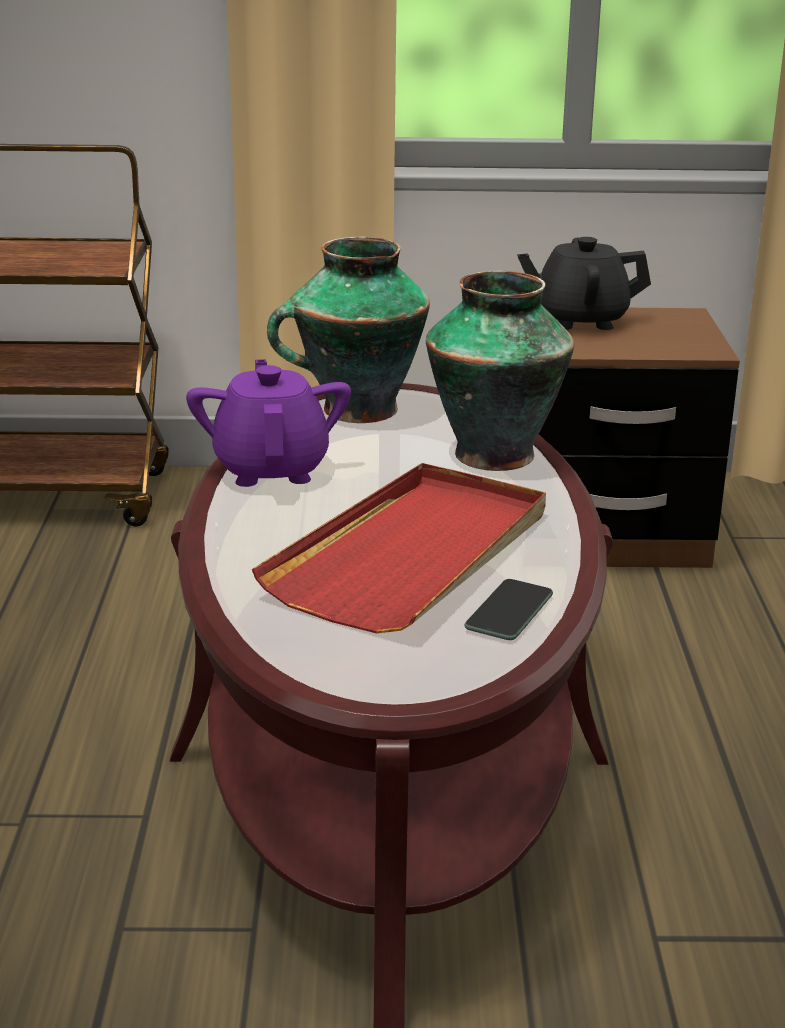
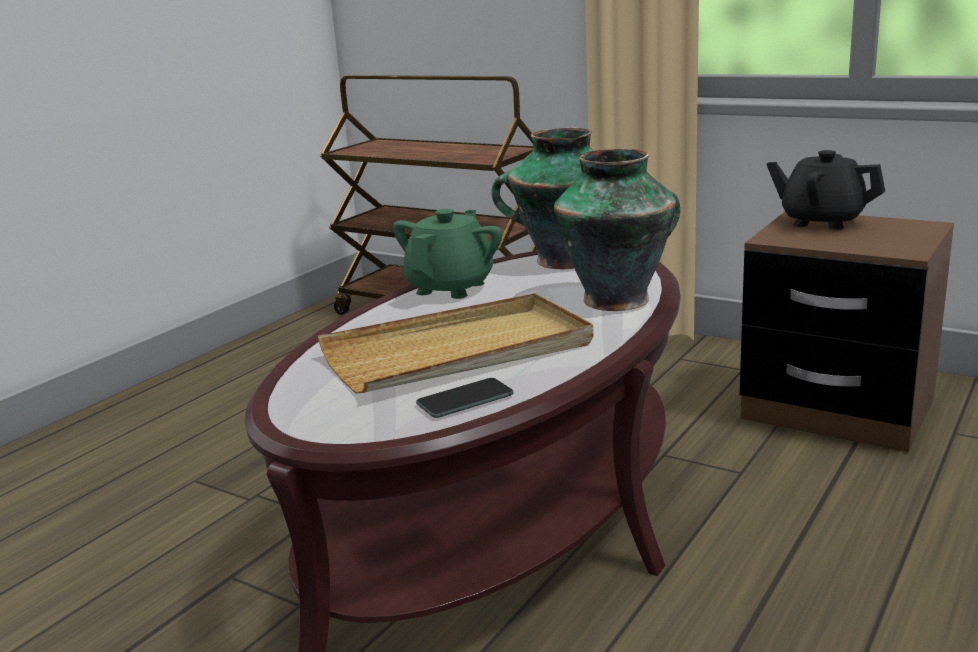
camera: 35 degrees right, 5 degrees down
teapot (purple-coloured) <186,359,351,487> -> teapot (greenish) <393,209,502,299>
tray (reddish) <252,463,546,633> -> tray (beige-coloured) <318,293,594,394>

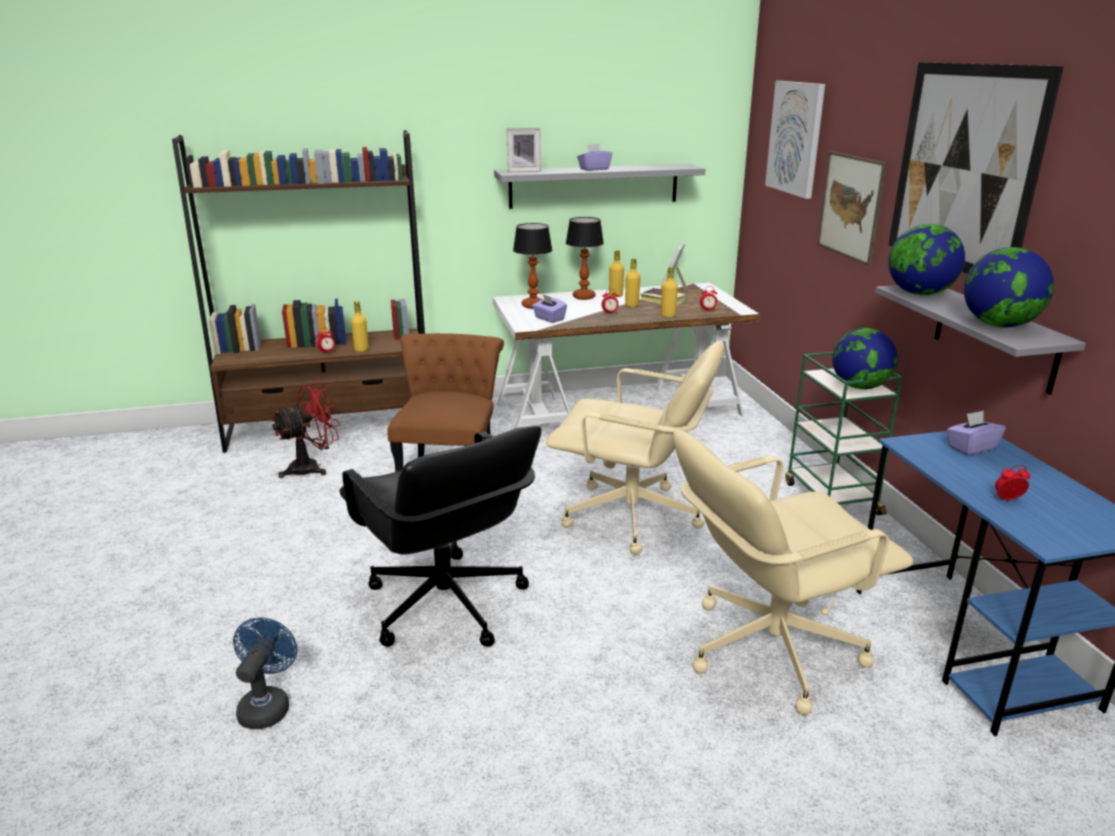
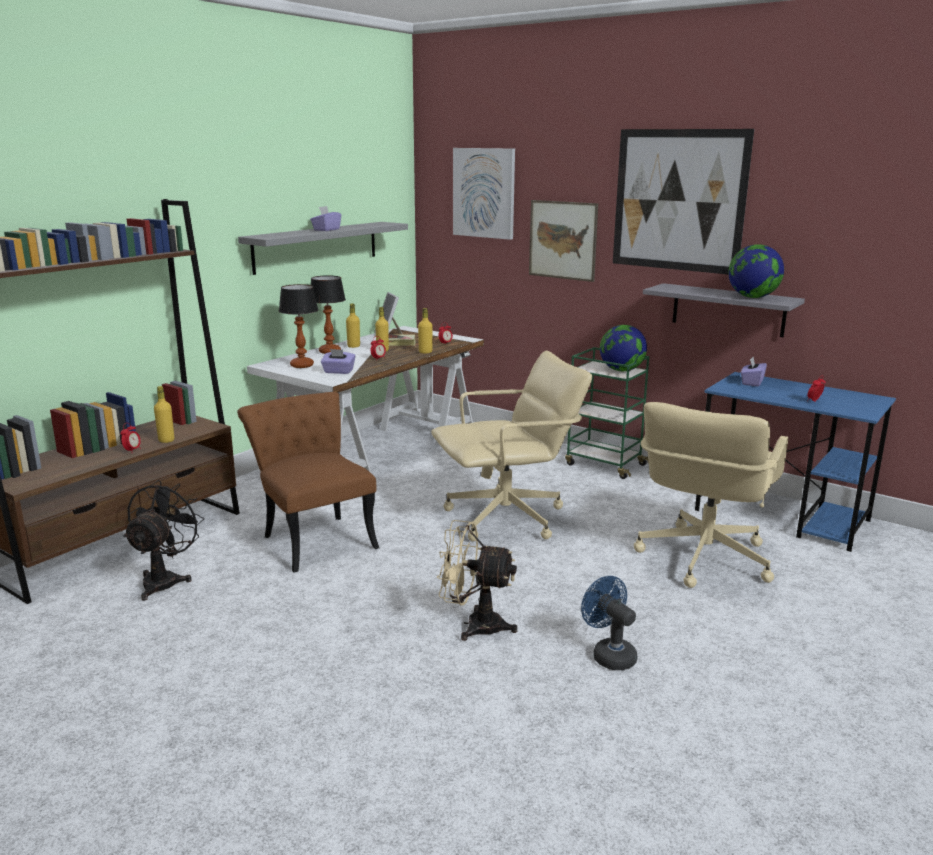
camera: 40 degrees left, 5 degrees down
photo frame <506,128,541,172> -> none
globe <888,224,965,295> -> none
electric fan (reddish) <271,382,340,478> -> electric fan (black-coloured) <123,480,204,601>
desk chair (black-coloured) <339,425,541,647> -> electric fan (beige-coloured) <437,520,517,641>
electric fan (blue-coloured) <233,618,297,729> -> electric fan (blue-coloured) <581,576,637,670>, shifted

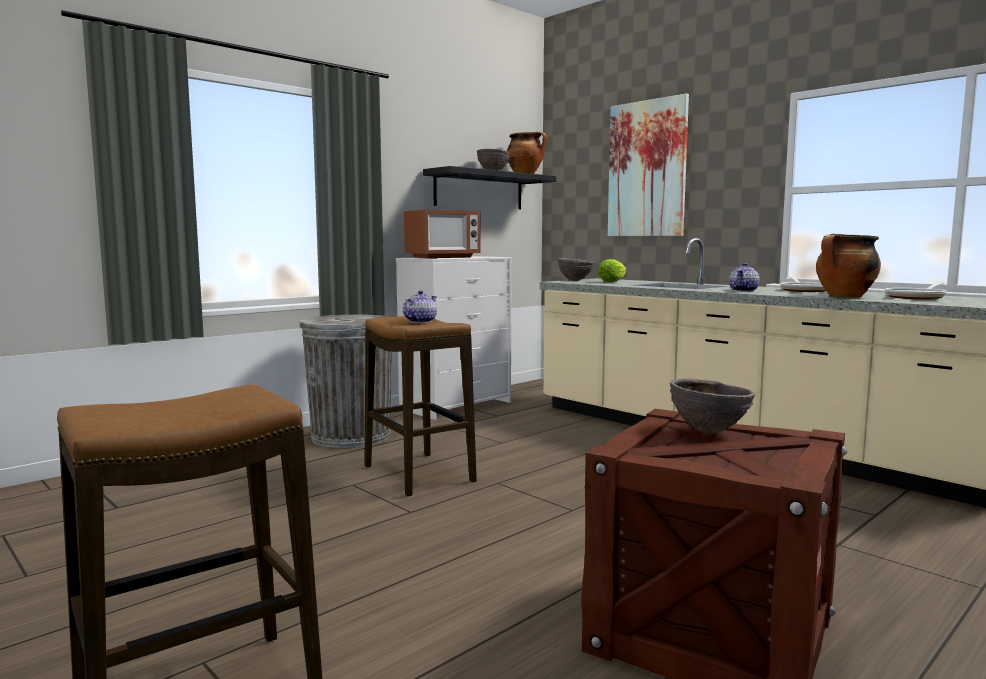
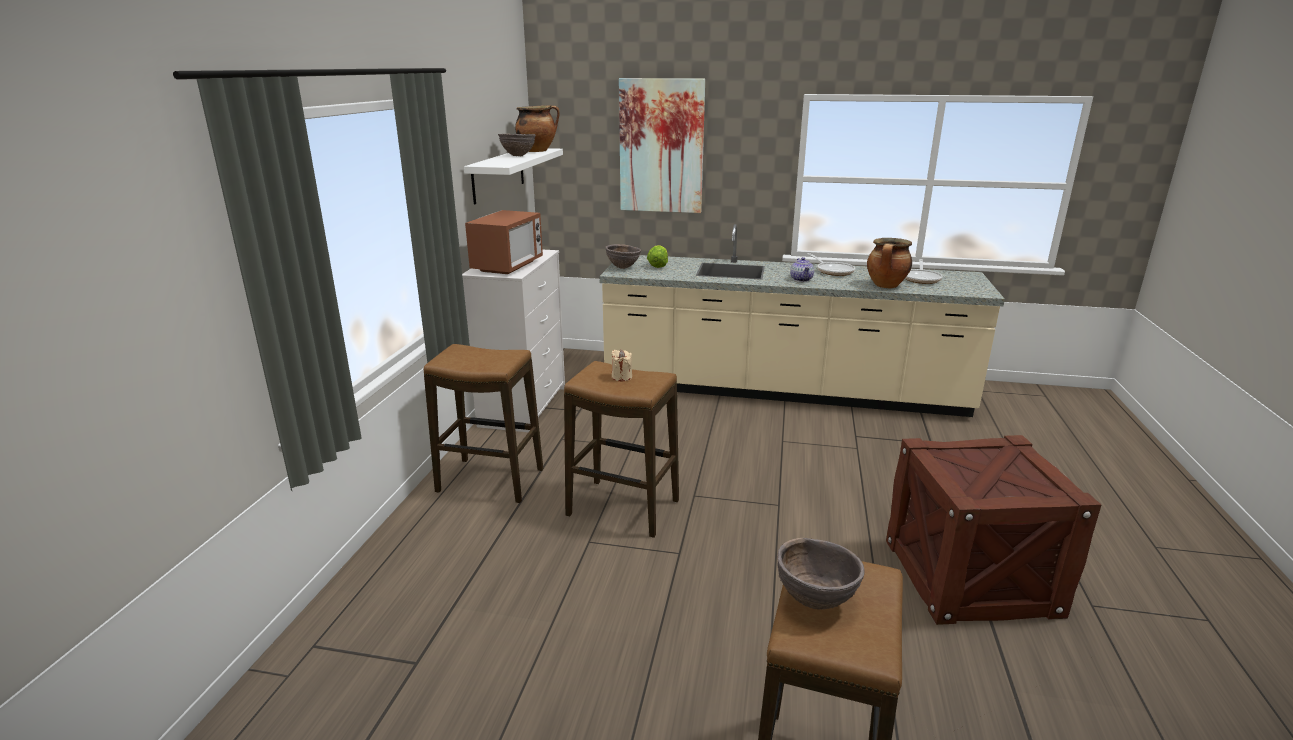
camera: 35 degrees left, 15 degrees up
bracket shelf (black-coloured) <423,166,556,209> -> bracket shelf (whitish) <464,148,563,204>
teapot <403,290,437,323> -> wax candle (beige-coloured) <611,350,632,381>
waste bin (gray) <299,314,393,448> -> stool seat <424,344,543,503>
deep dish (brown-coloured) <670,378,755,434> -> deep dish (brown-coloured) <777,538,865,610>, shifted

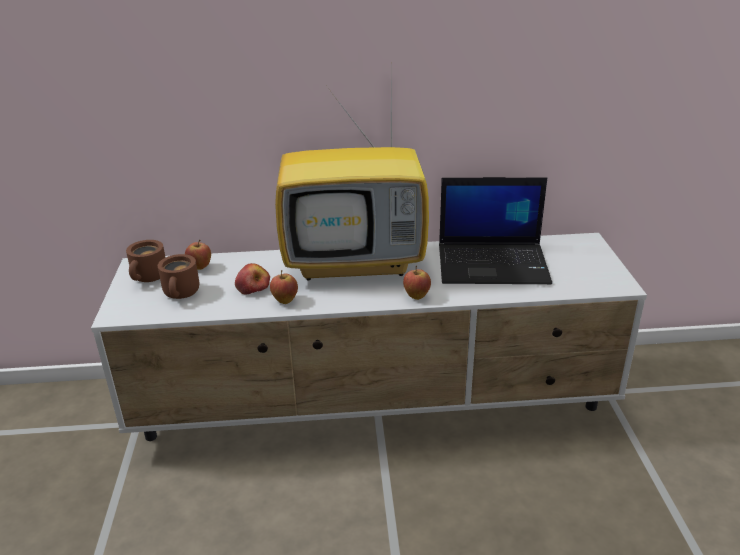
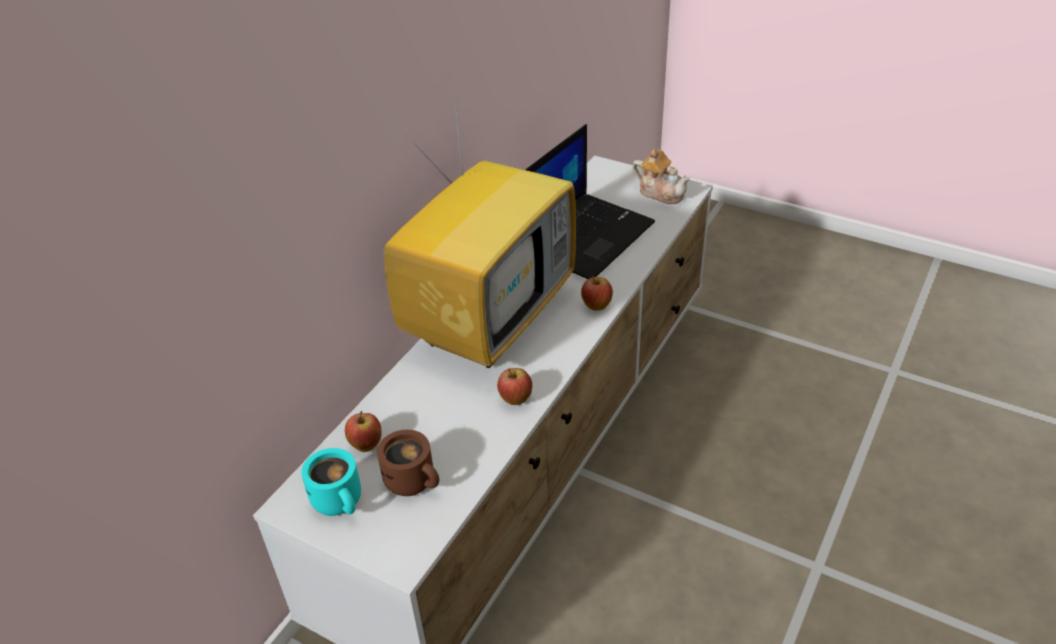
camera: 55 degrees left, 10 degrees up
coffee mug (brown-coloured) <126,240,166,282> -> coffee mug (turquoise) <301,448,361,516>
whole apple <235,263,270,295> -> none
none -> teapot <632,149,690,204>

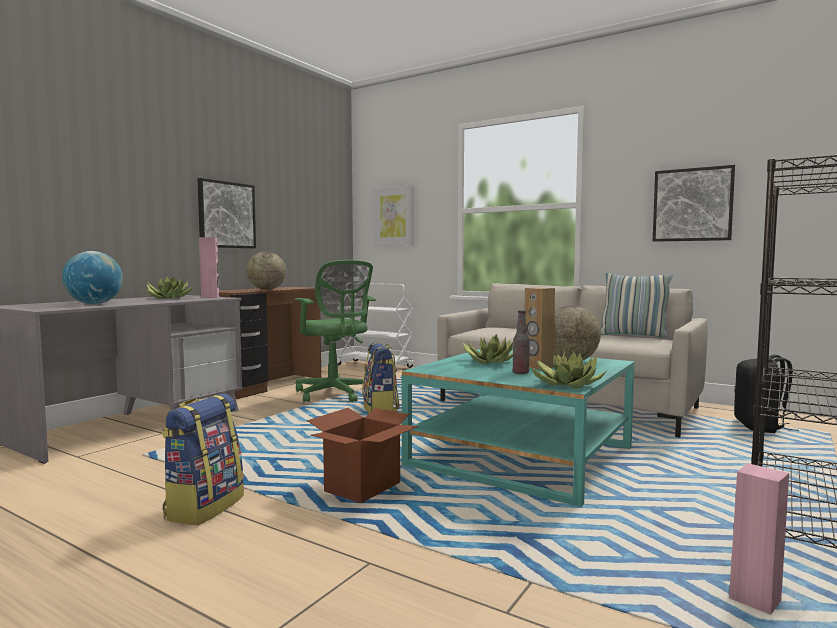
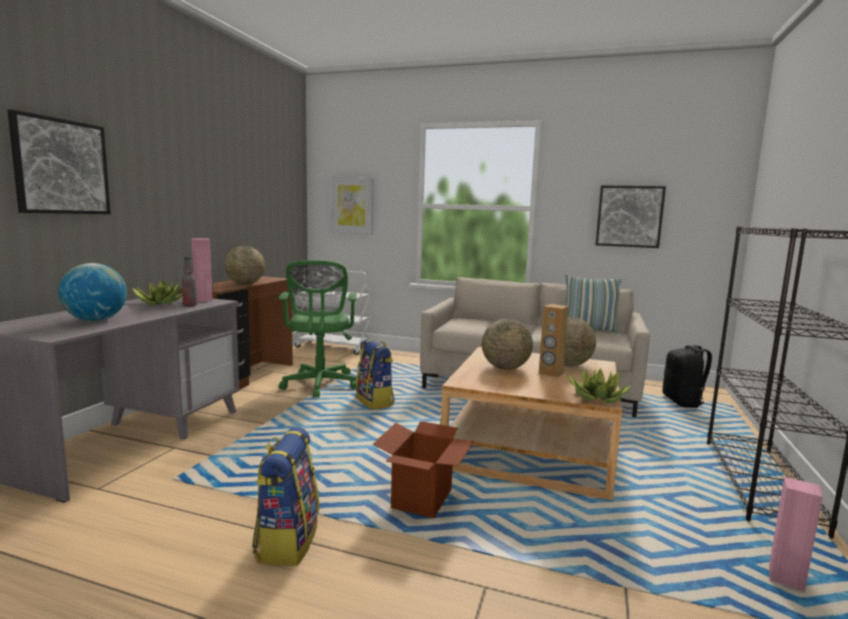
camera: 15 degrees left, 5 degrees up
picture <198,178,256,248> -> picture <8,109,111,214>, shifted
desk chair (greenish) <295,260,376,403> -> desk chair (greenish) <279,260,357,398>, 45 degrees clockwise
bottle <513,310,530,374> -> bottle <182,257,197,307>, shifted
houseplant <462,334,513,364> -> globe <482,319,533,370>
lounge table (turquoise) <402,349,634,507> -> lounge table (beige-coloured) <441,347,622,500>

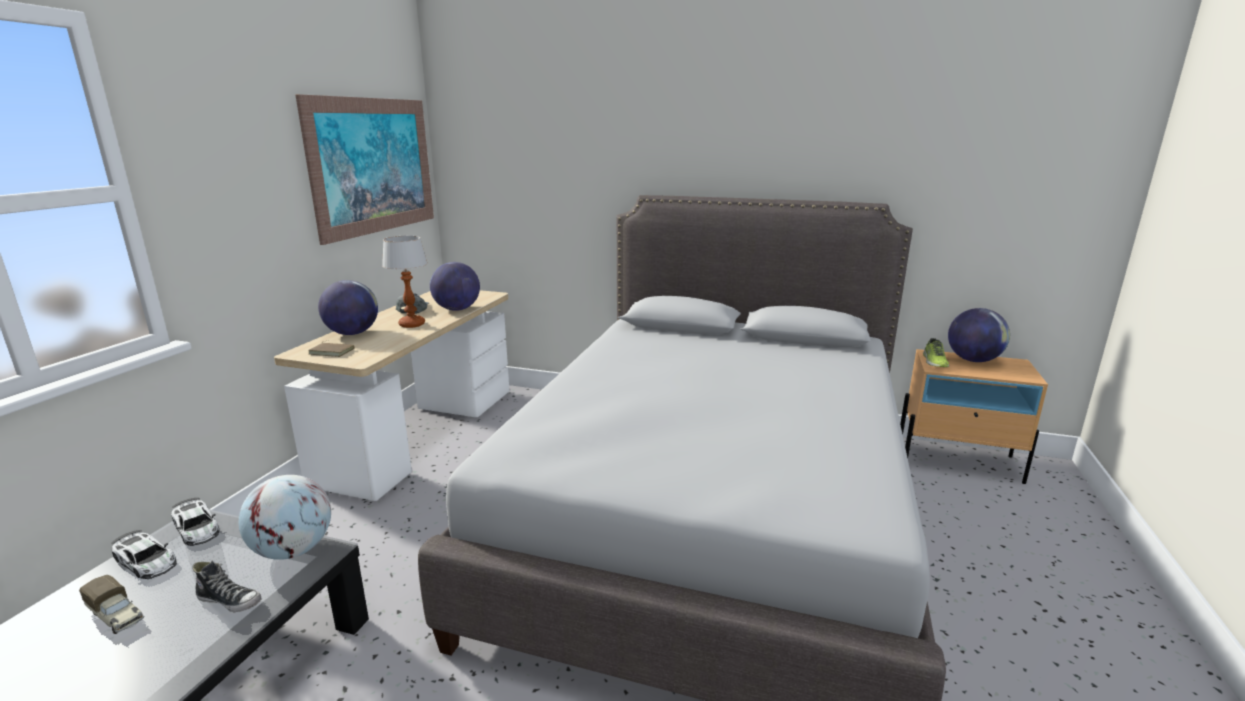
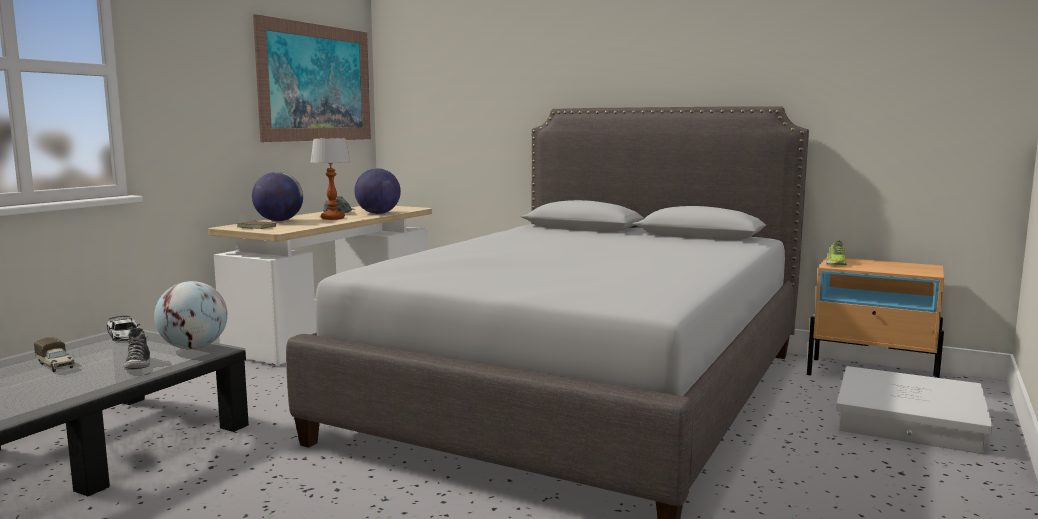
camera: 10 degrees right, 10 degrees down
globe <948,308,1010,362> -> none
miniature car <112,530,177,579> -> none
low shoe <192,561,262,613> -> low shoe <124,328,150,370>, 45 degrees clockwise
none -> storage container (whitish) <836,366,993,454>

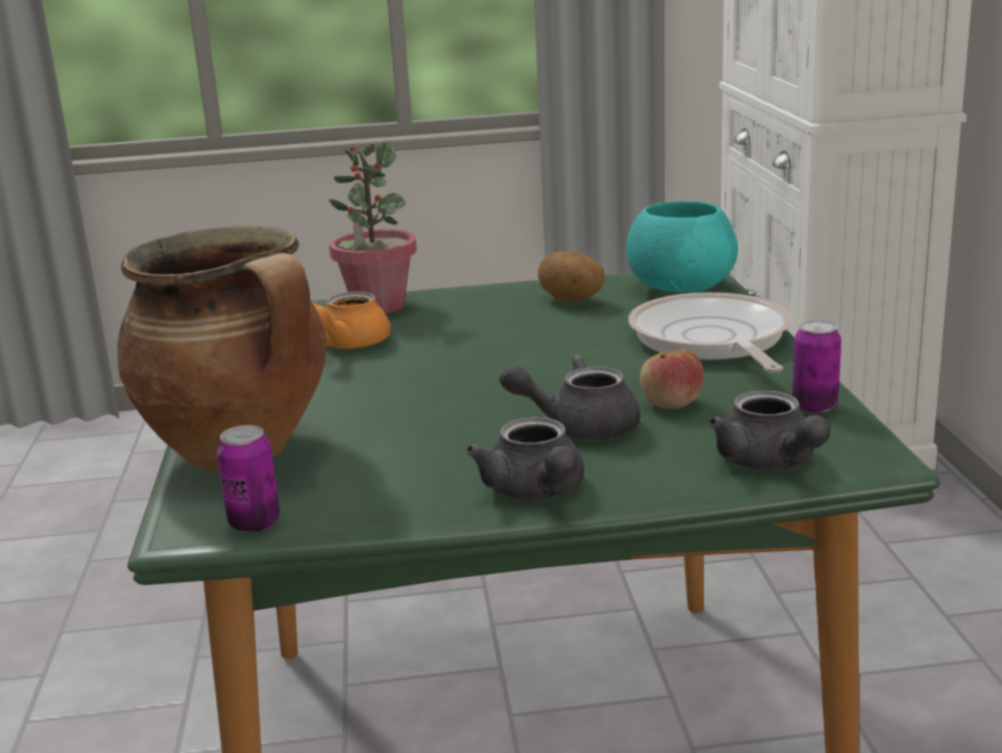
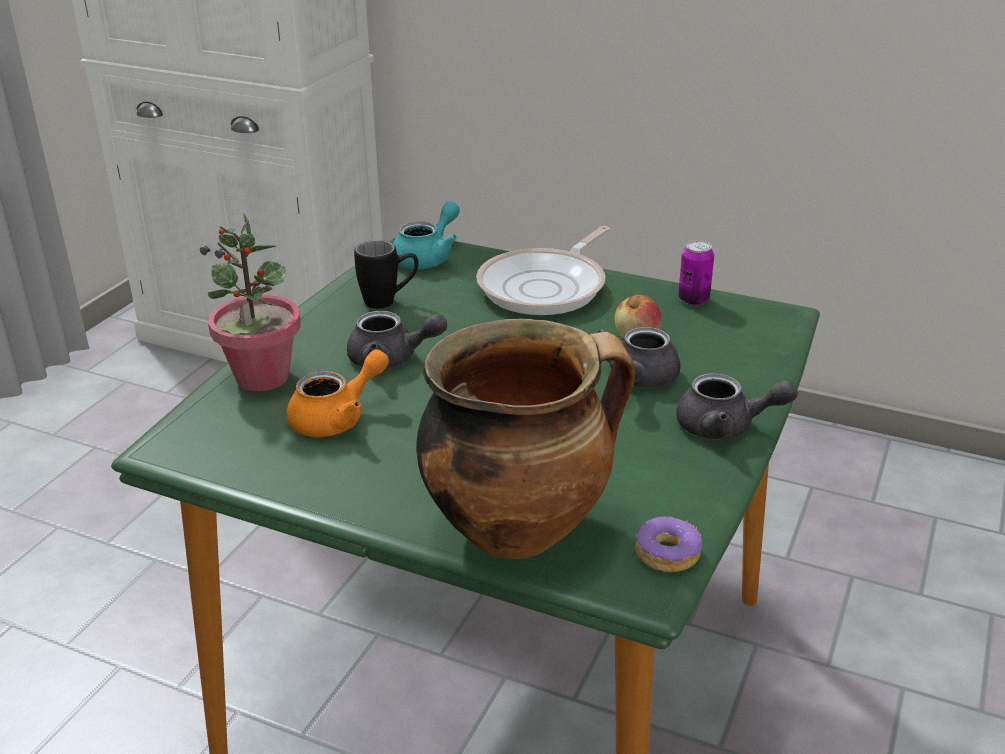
camera: 60 degrees left, 10 degrees up
deep dish (turquoise) <626,201,738,293> -> teapot (turquoise) <393,201,460,269>
spud <538,251,605,302> -> coffee mug (black-coloured) <354,240,418,309>
teapot (orangey) <312,291,391,349> -> teapot (orangey) <287,349,389,437>, 90 degrees counterclockwise
pan <628,292,792,373> -> pan <476,226,610,315>, 75 degrees counterclockwise
teapot (gray) <709,390,831,470> -> teapot (gray) <347,311,447,368>, shifted
metal can <217,425,280,533> -> ring doughnut <635,516,703,572>

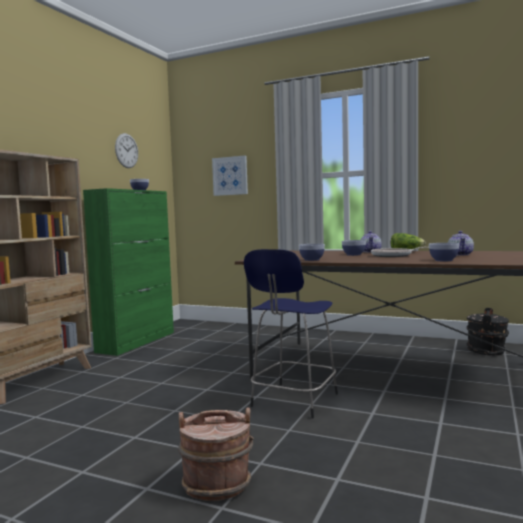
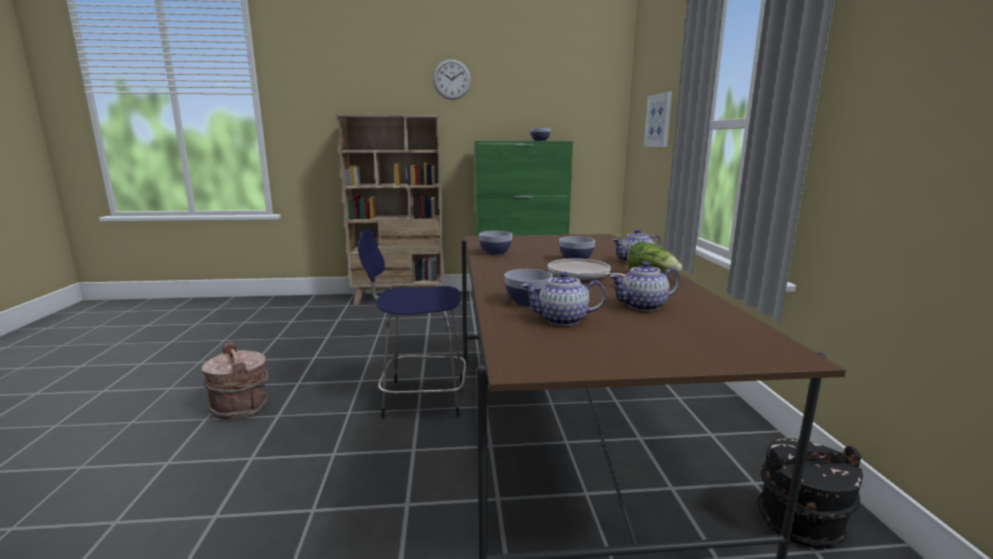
camera: 60 degrees right, 10 degrees up
hanging clock <115,133,138,168> -> hanging clock <433,59,471,100>, shifted
none -> teapot <522,272,606,326>

